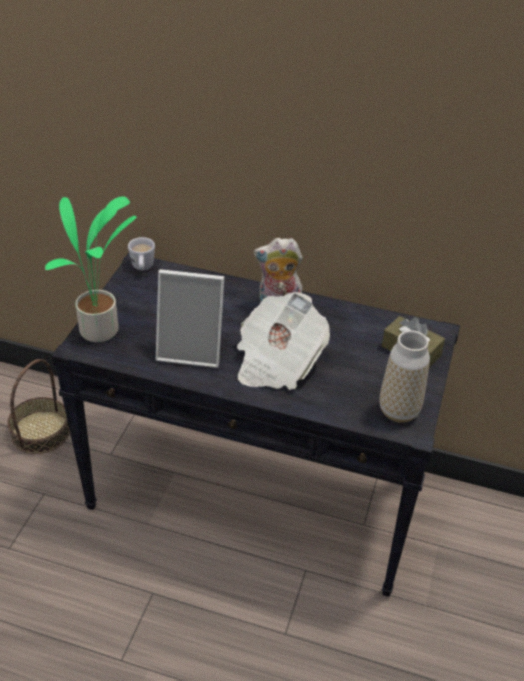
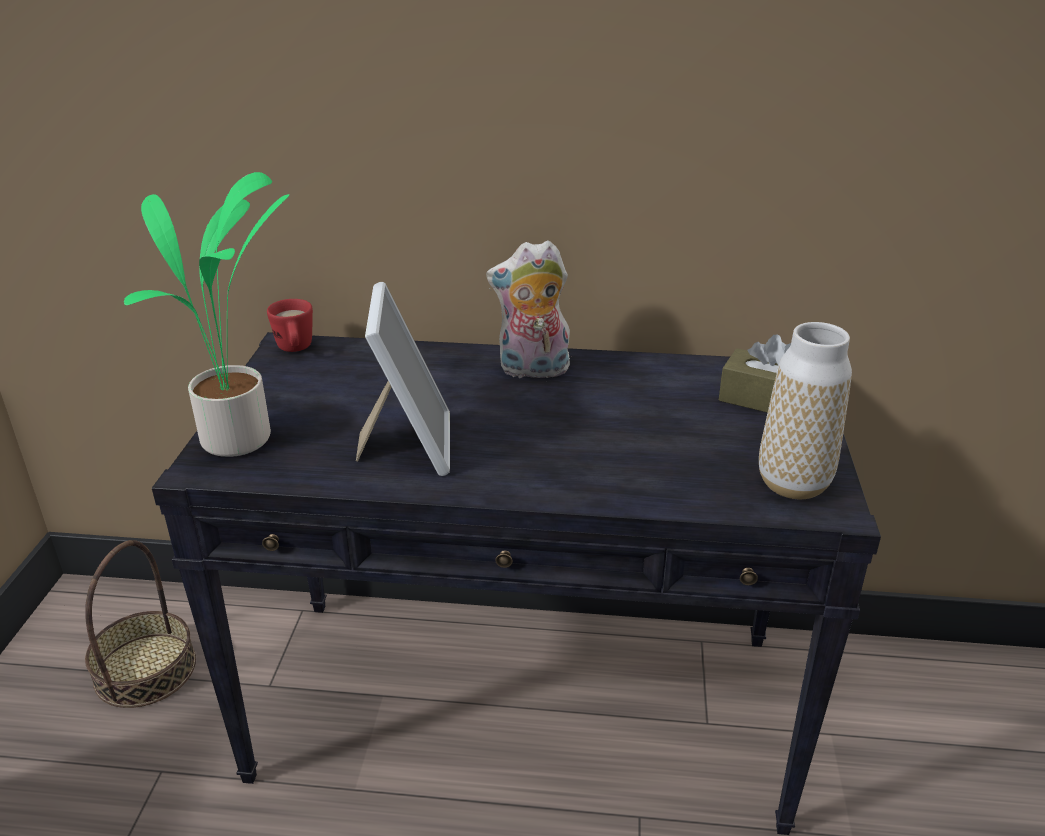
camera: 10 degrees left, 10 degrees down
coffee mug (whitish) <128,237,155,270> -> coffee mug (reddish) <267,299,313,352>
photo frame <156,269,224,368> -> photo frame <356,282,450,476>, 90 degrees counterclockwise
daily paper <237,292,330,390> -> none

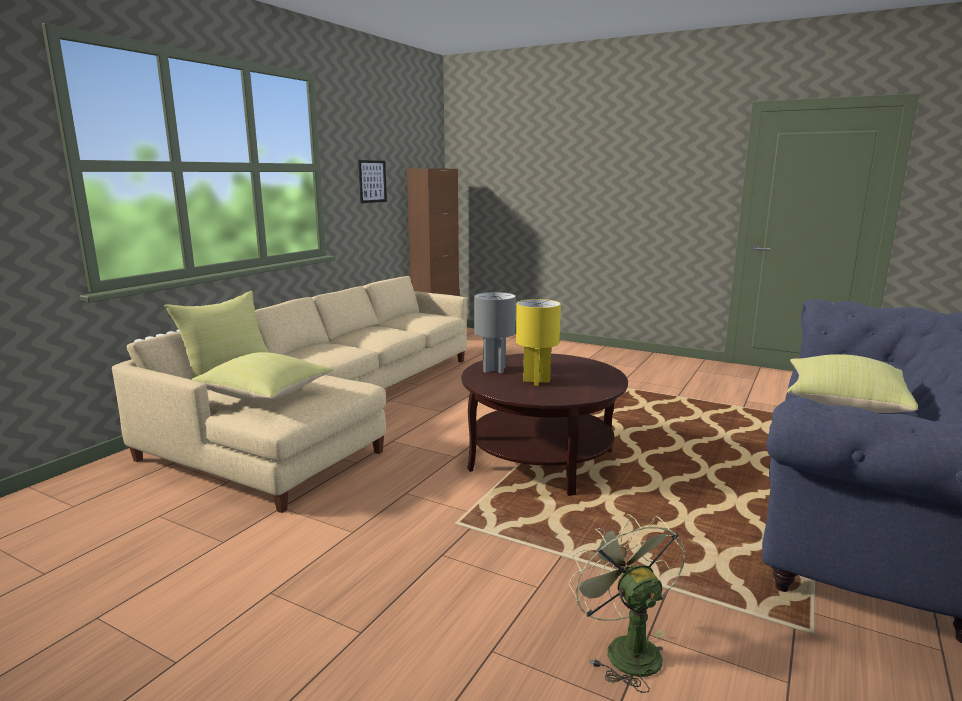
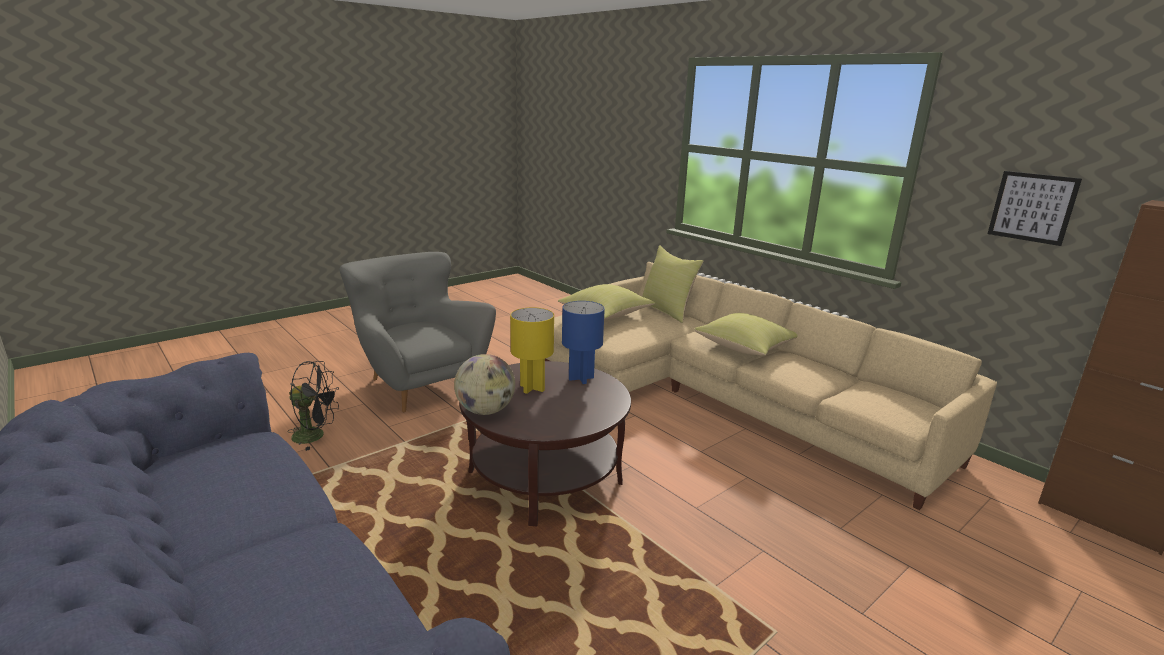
camera: 110 degrees right, 5 degrees up
table lamp (gray) <474,292,516,373> -> table lamp (blue-coloured) <562,301,605,384>
throw pillow (yellow-coloured) <787,354,918,413> -> throw pillow (yellow-coloured) <694,313,797,356>, shifted
electric fan (greenish) <569,514,686,693> -> electric fan (black-coloured) <288,361,339,451>
none -> armchair (gray) <339,252,496,412>
none -> globe <454,354,515,415>

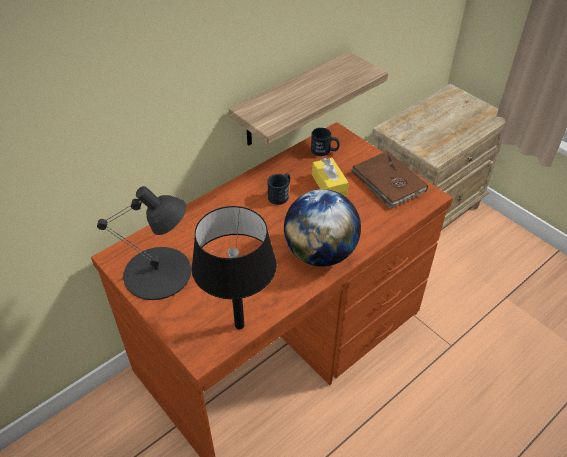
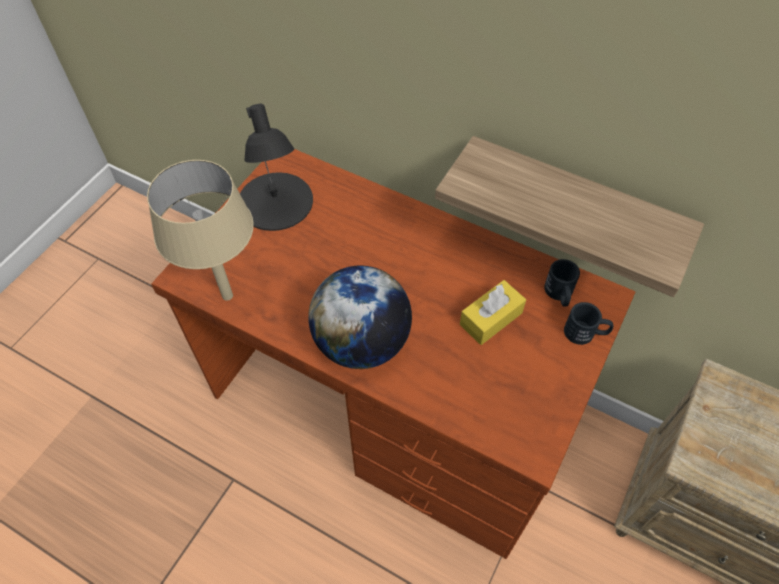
camera: 70 degrees right, 10 degrees up
bound book (brown-coloured) <351,151,428,208> -> none
coffee mug (black-coloured) <267,173,290,205> -> coffee mug (black-coloured) <564,302,613,345>, shifted
table lamp (black-coloured) <192,206,277,329> -> table lamp (beige-coloured) <147,160,254,301>

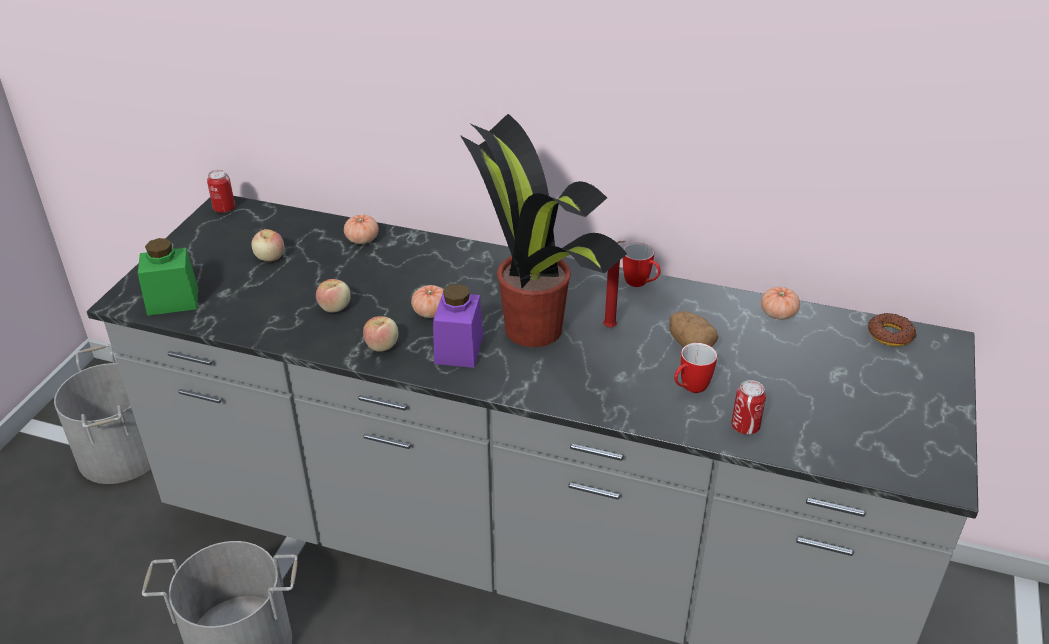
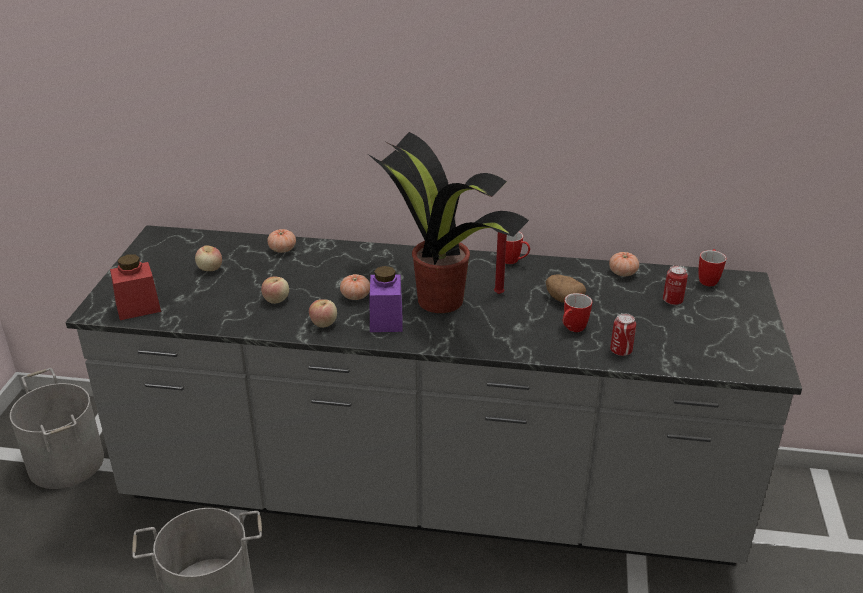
camera: 10 degrees left, 5 degrees down
metal can <207,170,235,213> -> metal can <663,265,688,305>, shifted
jar (greenish) <138,238,198,316> -> jar (reddish) <110,254,161,320>
ring doughnut <868,313,917,346> -> coffee mug <699,249,726,286>

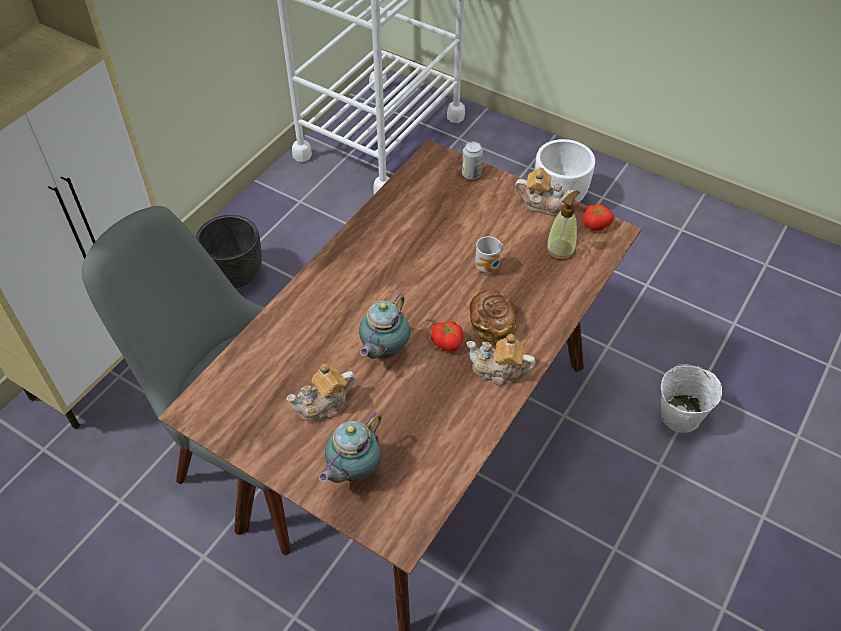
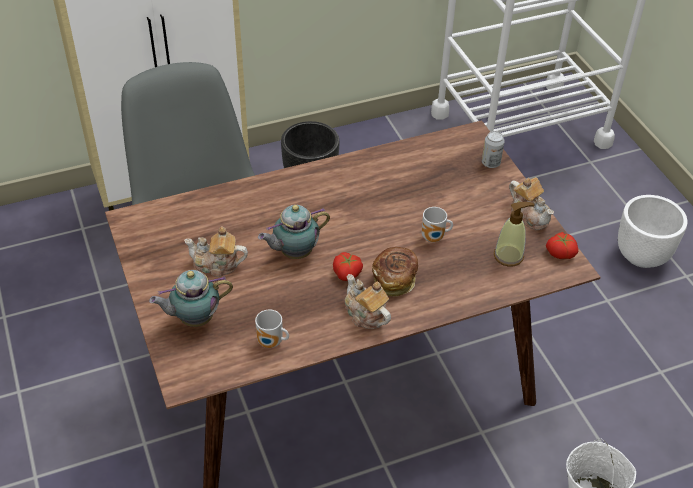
camera: 35 degrees right, 5 degrees down
none -> coffee mug <255,310,289,348>

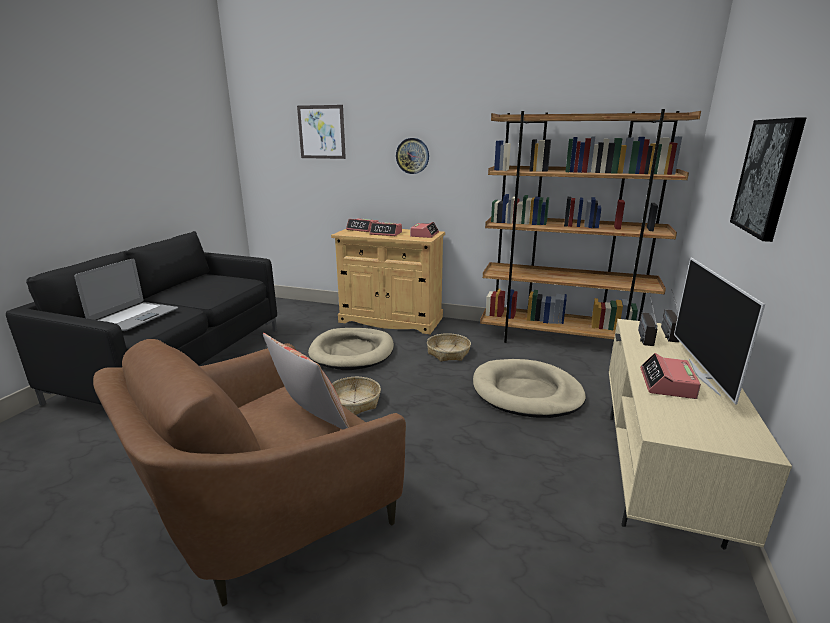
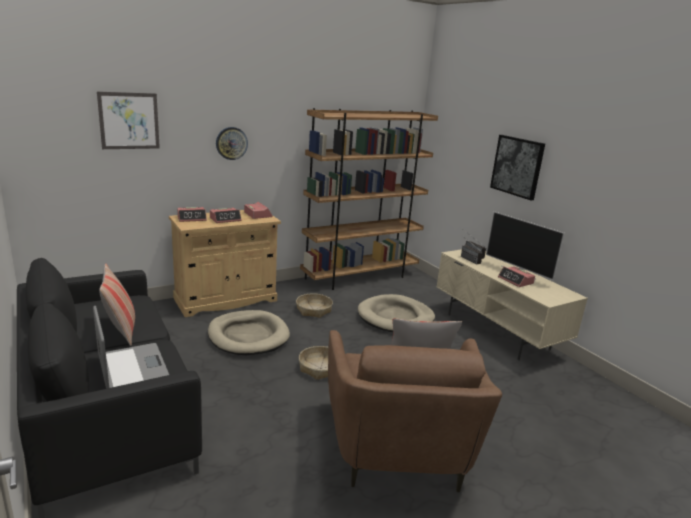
camera: 50 degrees left, 0 degrees up
none -> throw pillow <99,263,135,346>

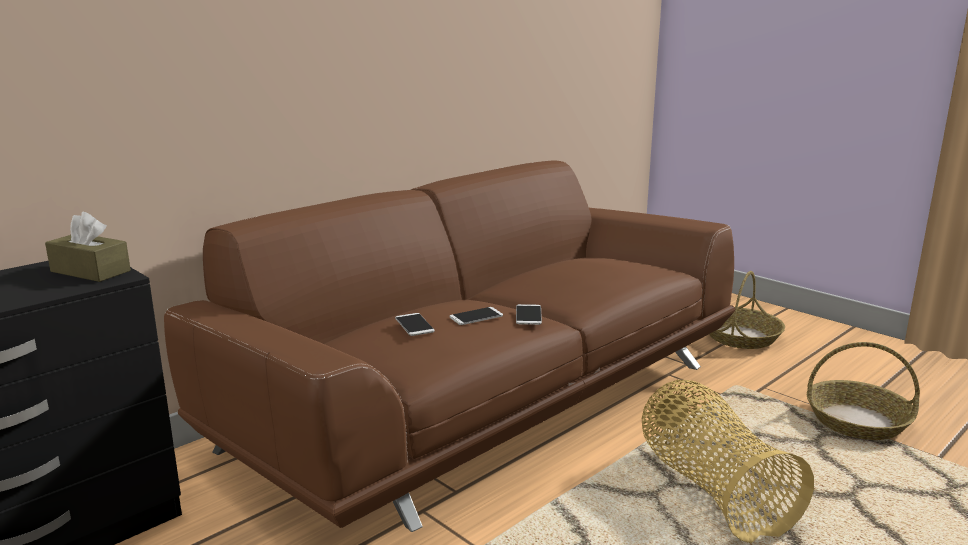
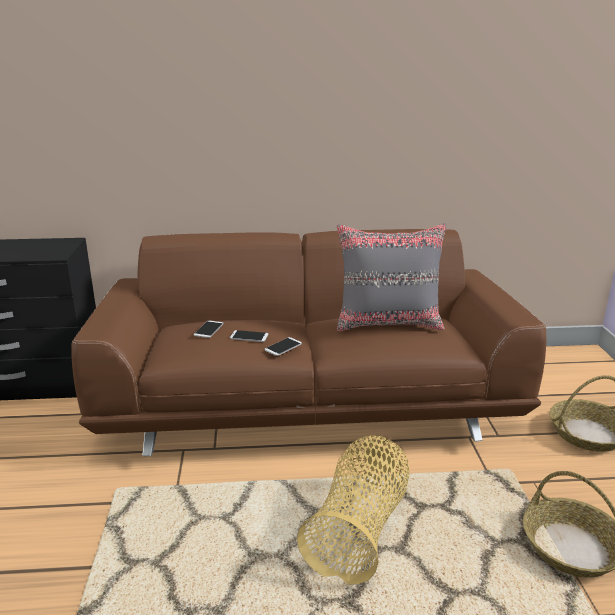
camera: 40 degrees right, 5 degrees up
box of tissues (brown-coloured) <45,212,131,282> -> none
none -> throw pillow (gray) <337,223,446,331>

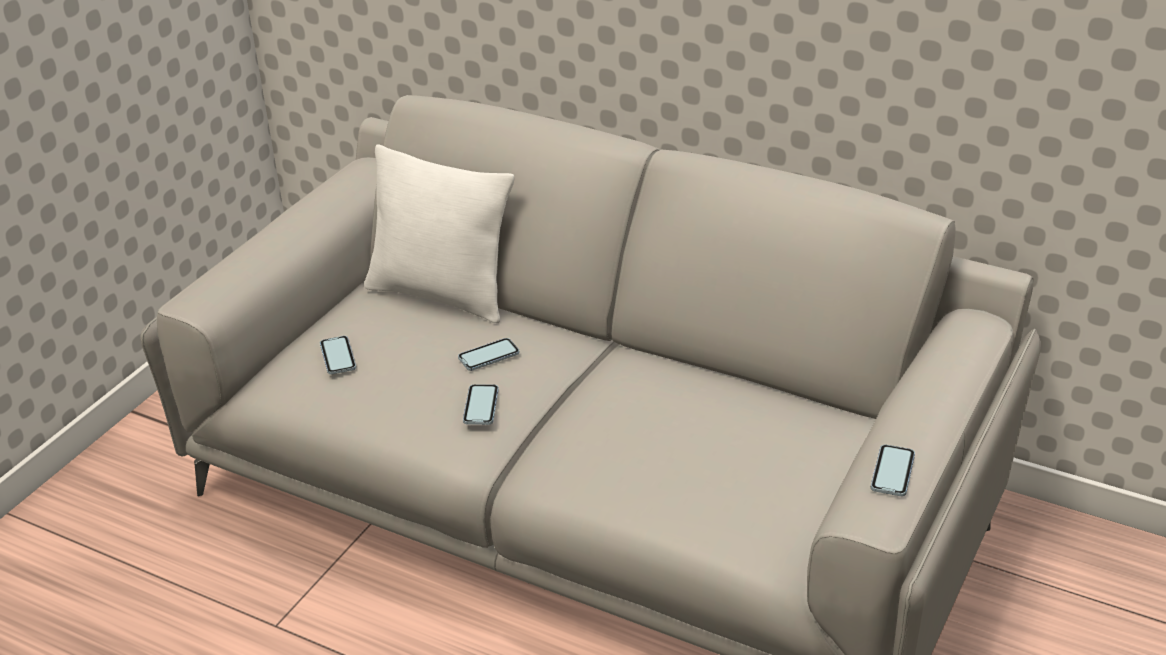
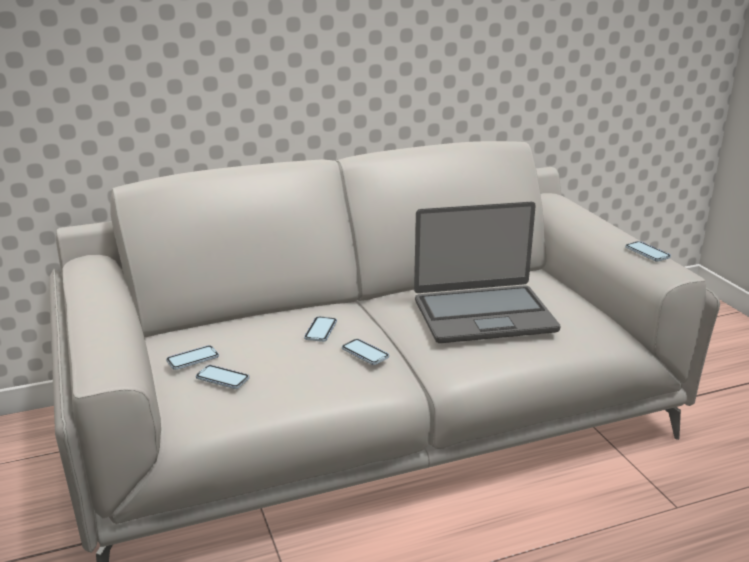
camera: 50 degrees left, 10 degrees down
throw pillow (whitish) <364,144,514,323> -> none
none -> laptop <414,202,560,343>
none -> telephone <166,345,219,370>

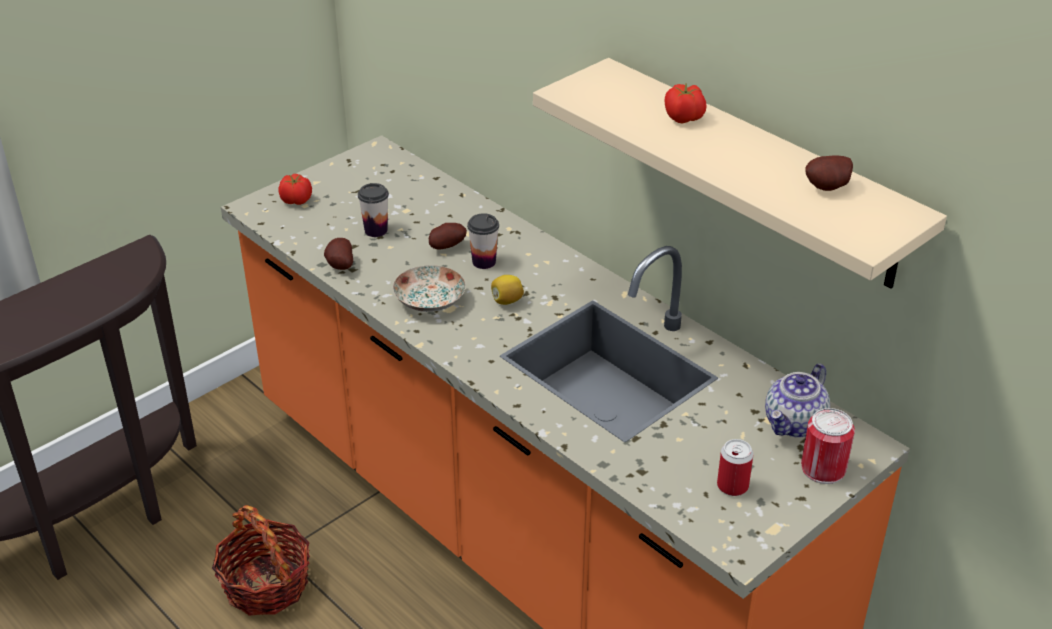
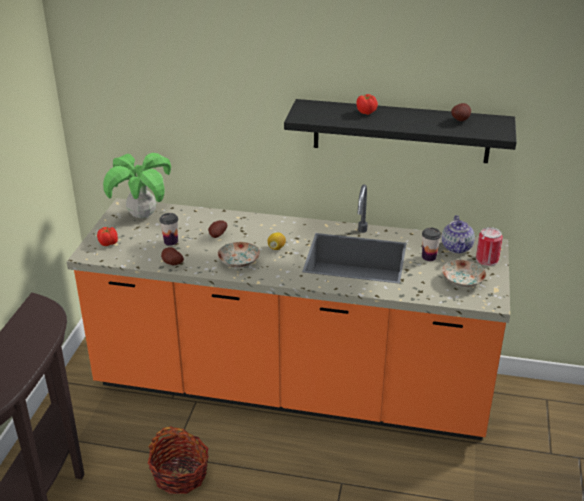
camera: 35 degrees left, 5 degrees down
bracket shelf (beige-coloured) <533,58,947,289> -> bracket shelf (black-coloured) <284,99,517,163>
small cup <467,213,499,269> -> small cup <422,228,441,261>, shifted
metal can <717,439,754,496> -> dinner plate <442,260,486,287>
none -> houseplant <103,153,171,218>

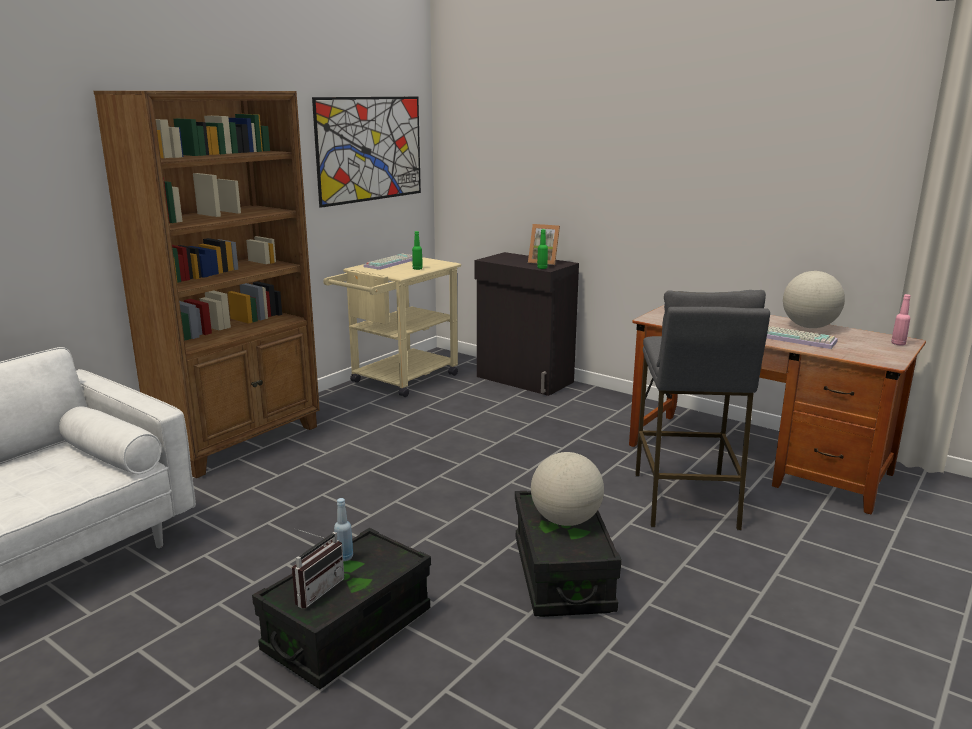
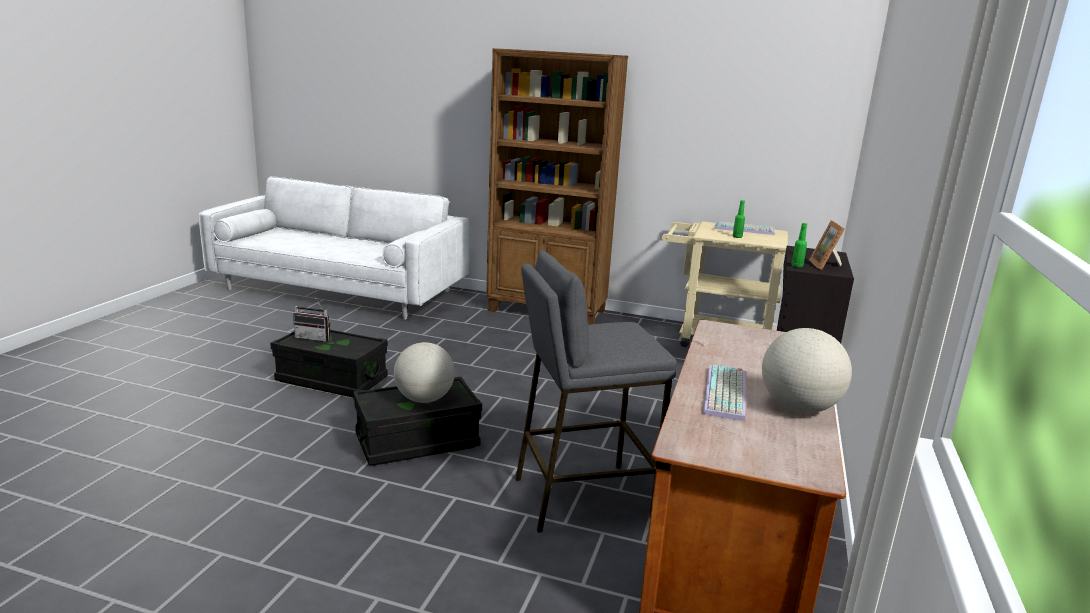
camera: 70 degrees right, 0 degrees up
picture <312,97,421,208> -> none
bottle (pinkish) <891,294,911,345> -> none
bottle (blue-coloured) <334,498,353,561> -> none

